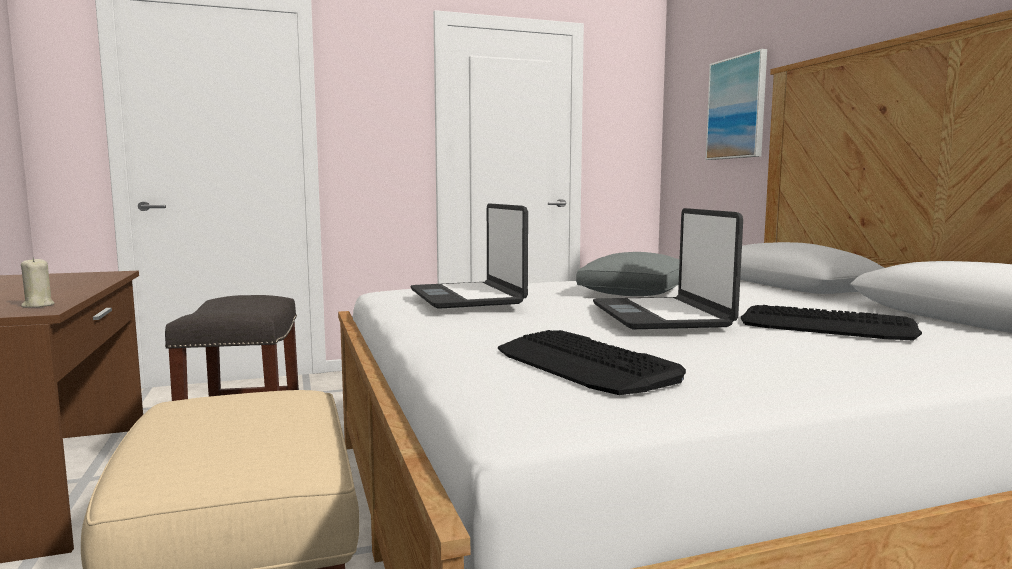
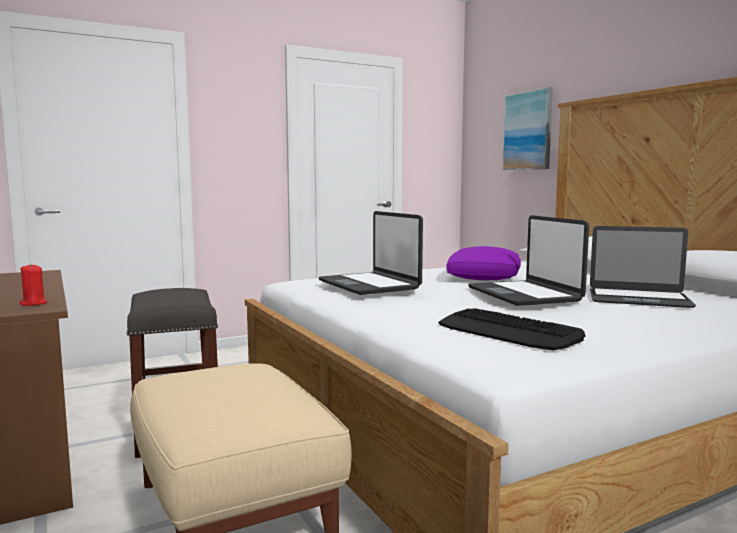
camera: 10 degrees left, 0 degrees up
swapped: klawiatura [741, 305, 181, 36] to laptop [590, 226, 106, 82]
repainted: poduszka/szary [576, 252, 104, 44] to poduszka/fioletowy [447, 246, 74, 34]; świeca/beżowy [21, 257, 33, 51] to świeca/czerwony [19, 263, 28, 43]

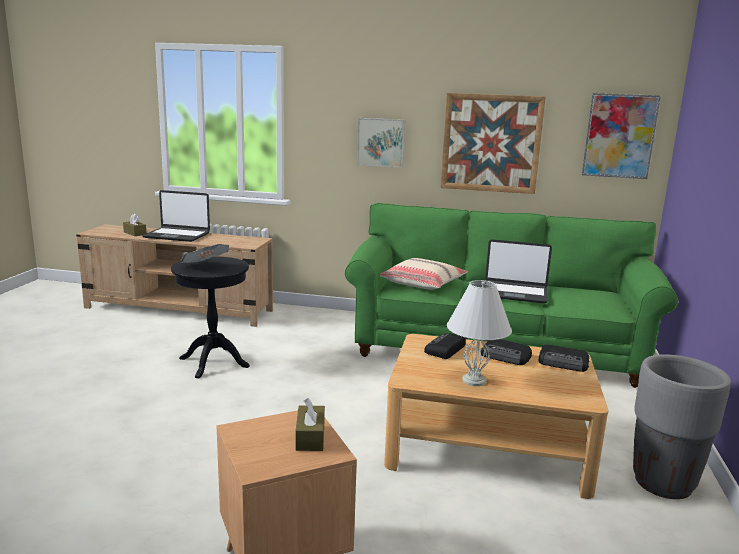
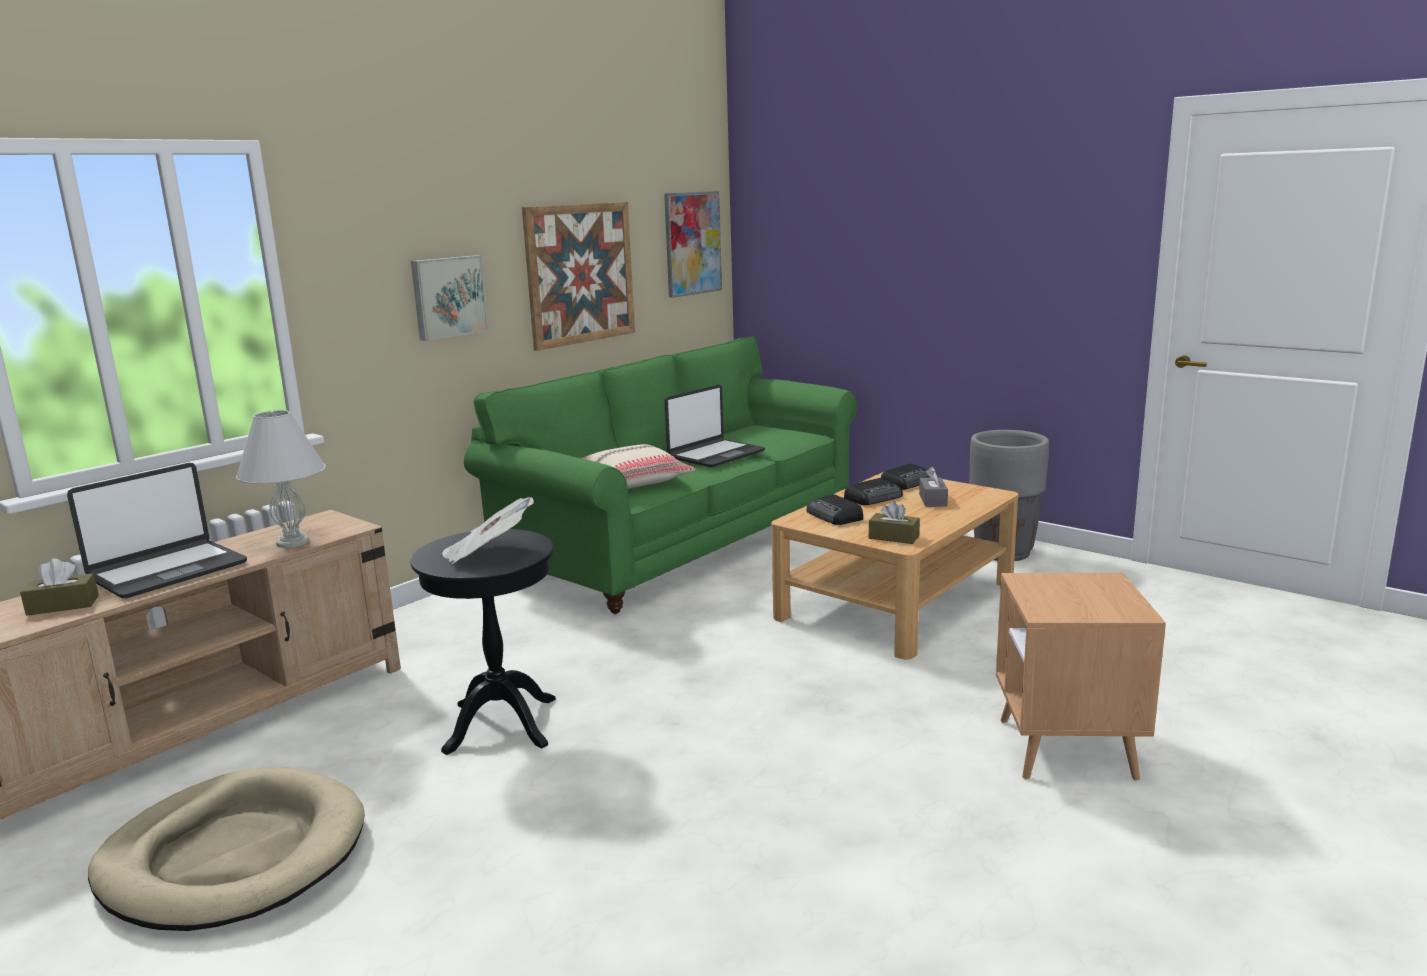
camera: 60 degrees left, 0 degrees up
new: pudełko chusteczek/szary [919, 467, 29, 40]; legowisko/beżowy [88, 767, 277, 164]
shifted: lampa stołowa/biały [447, 280, 65, 106] to [236, 410, 90, 138]; pudełko chusteczek/brązowy [295, 398, 30, 53] to [869, 501, 51, 43]

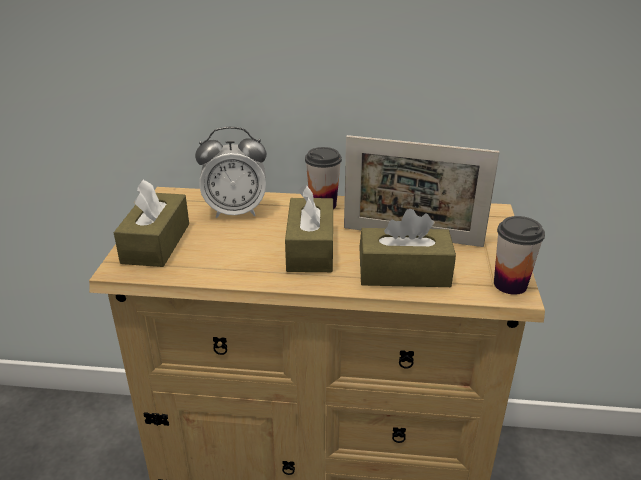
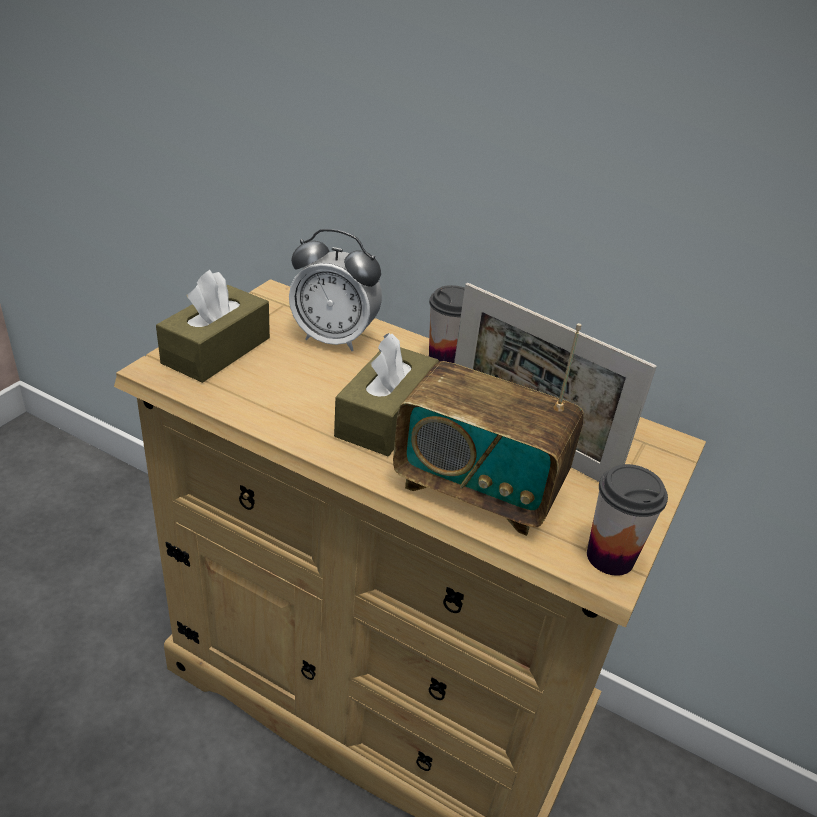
camera: 20 degrees right, 5 degrees up
swapped: pudełko chusteczek/brązowy [359, 209, 97, 78] to radio [393, 323, 191, 213]

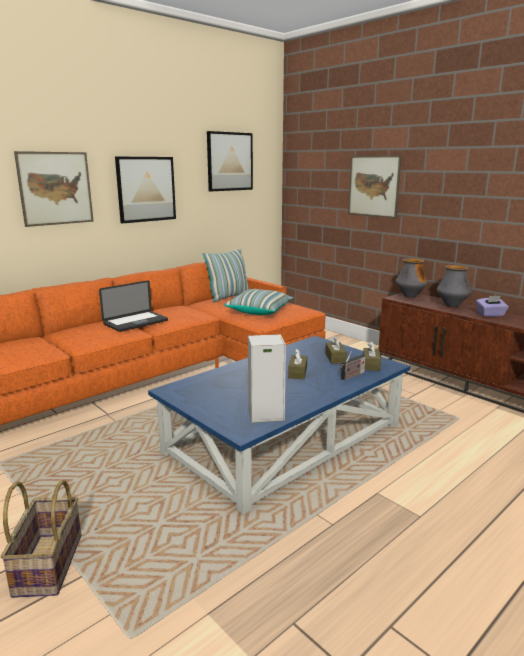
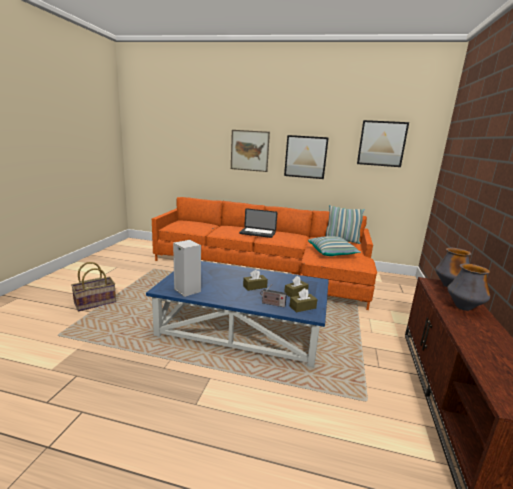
camera: 55 degrees right, 0 degrees up
gone: obraz [348, 155, 54, 63]; pudełko chusteczek/fioletowy [476, 296, 33, 21]

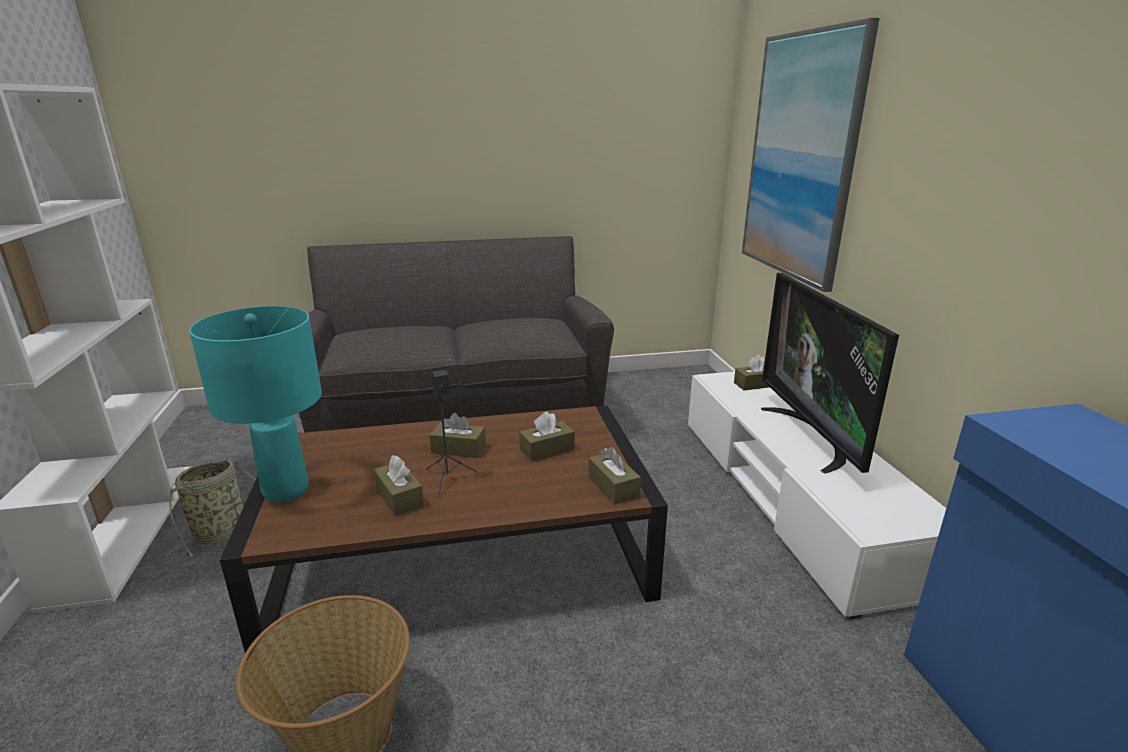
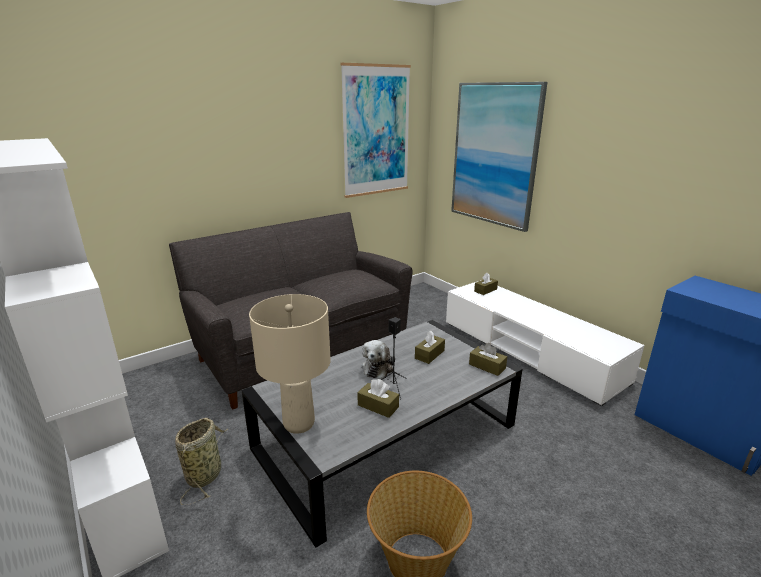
camera: 25 degrees left, 0 degrees up
gone: telewizor [761, 273, 138, 201]
new: obraz [340, 63, 71, 135]
swapped: pudełko chusteczek/brązowy [429, 413, 57, 45] to pluszak [361, 340, 34, 39]
repainted: lampa stołowa/turkusowy [189, 306, 133, 197] to lampa stołowa/beżowy [249, 294, 82, 140]; ława/brązowy [220, 406, 448, 254] to ława/szary [241, 320, 281, 228]

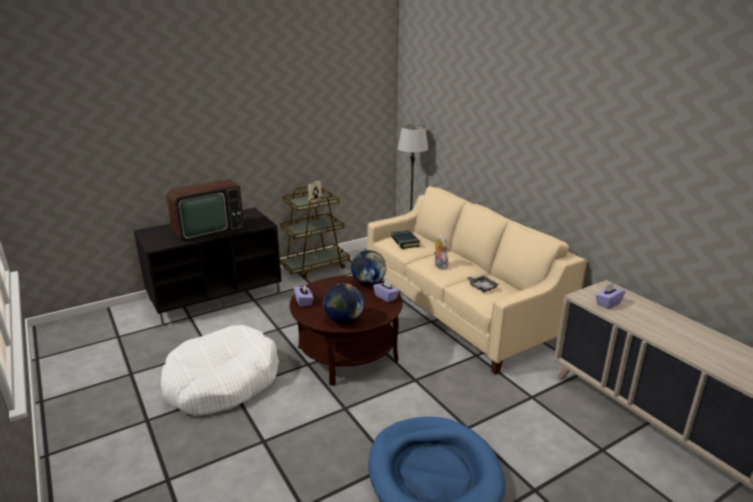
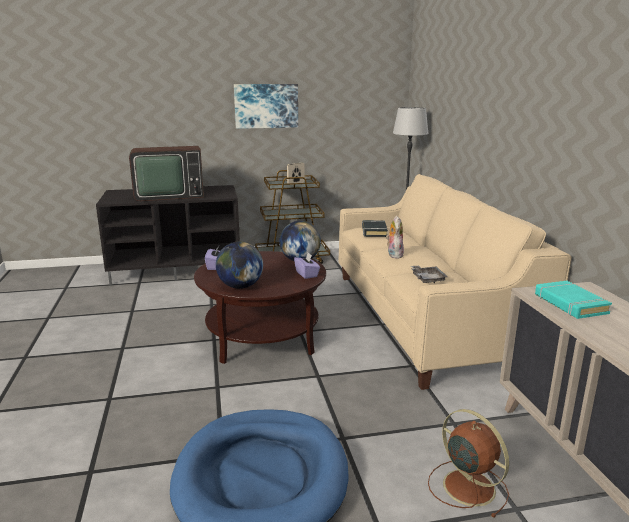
camera: 20 degrees right, 5 degrees down
gone: legowisko/biały [161, 325, 118, 91]
new: obraz [234, 84, 64, 45]; wentylator/brązowy [428, 409, 81, 109]
swapped: pudełko chusteczek/fioletowy [595, 283, 30, 26] to książka/turkusowy [535, 281, 77, 38]

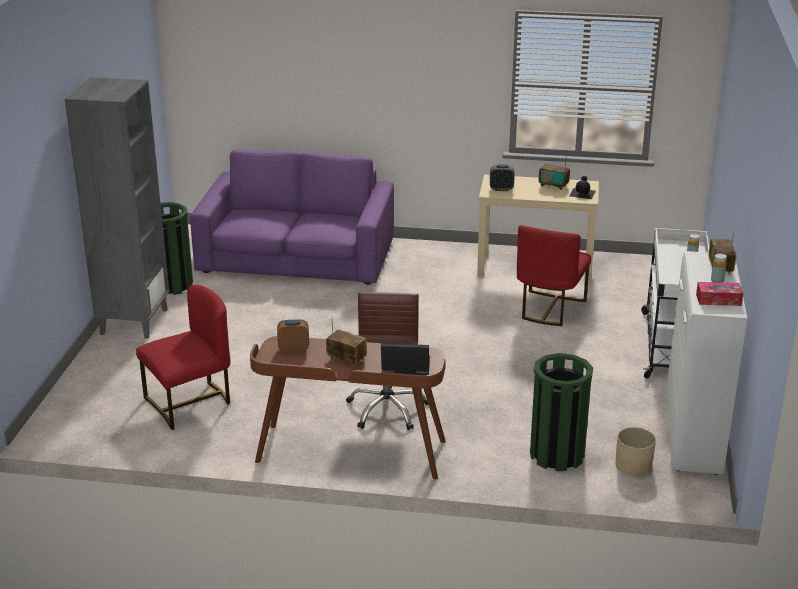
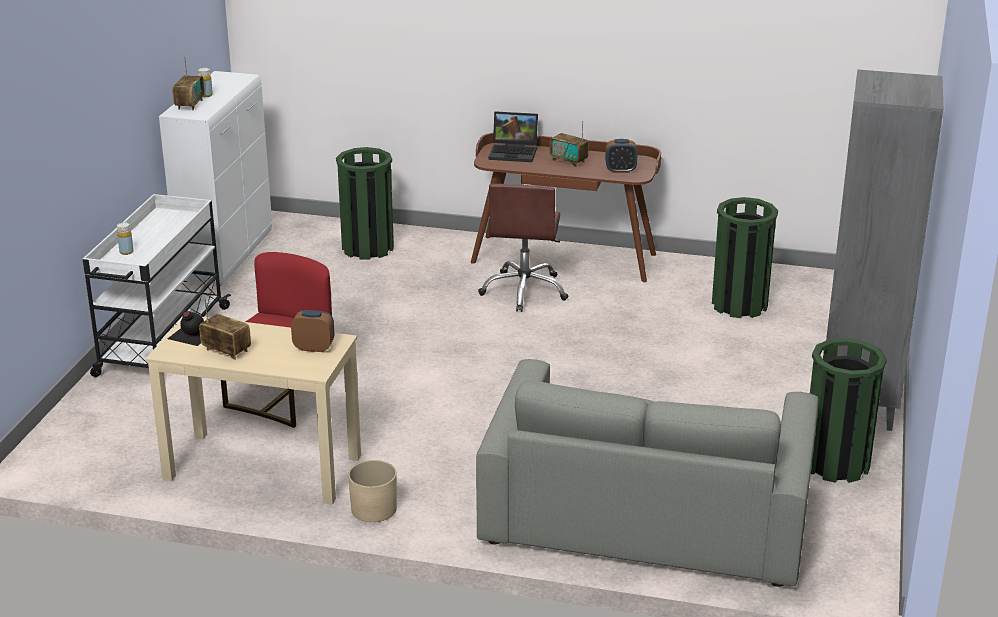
camera: 175 degrees left, 0 degrees up
gone: pudełko chusteczek [696, 282, 47, 24]
shifted: donica/beżowy [615, 427, 41, 49] to [348, 460, 49, 62]
swapped: krzesło/czerwony [136, 285, 94, 145] to kosz na śmieci/zielony [712, 197, 66, 121]
repainted: kanapa/fioletowy [190, 150, 204, 135] to kanapa/szary [476, 359, 343, 228]

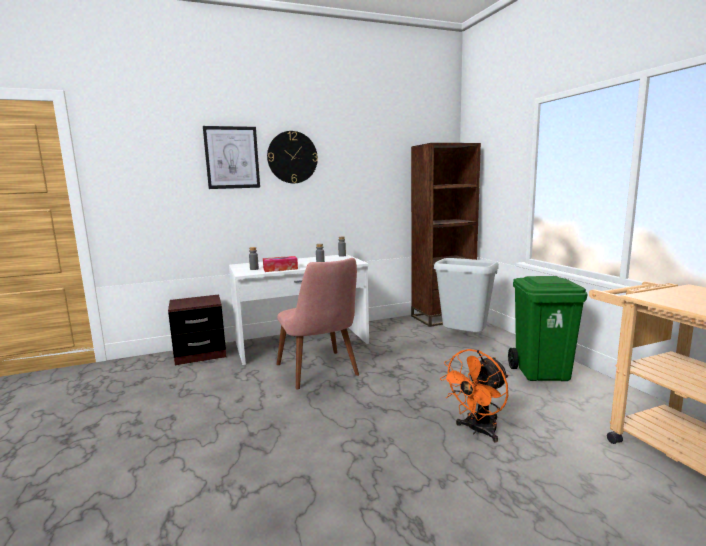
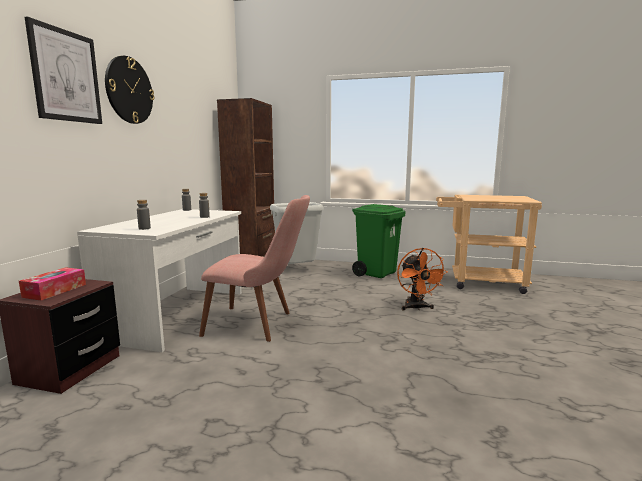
camera: 55 degrees left, 0 degrees up
shifted: pudełko chusteczek [263, 256, 35, 16] to [19, 267, 67, 33]

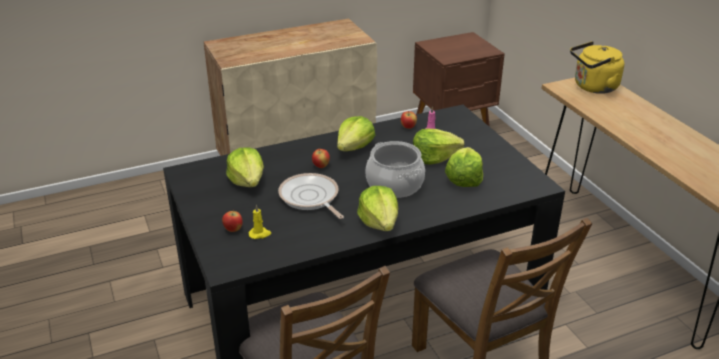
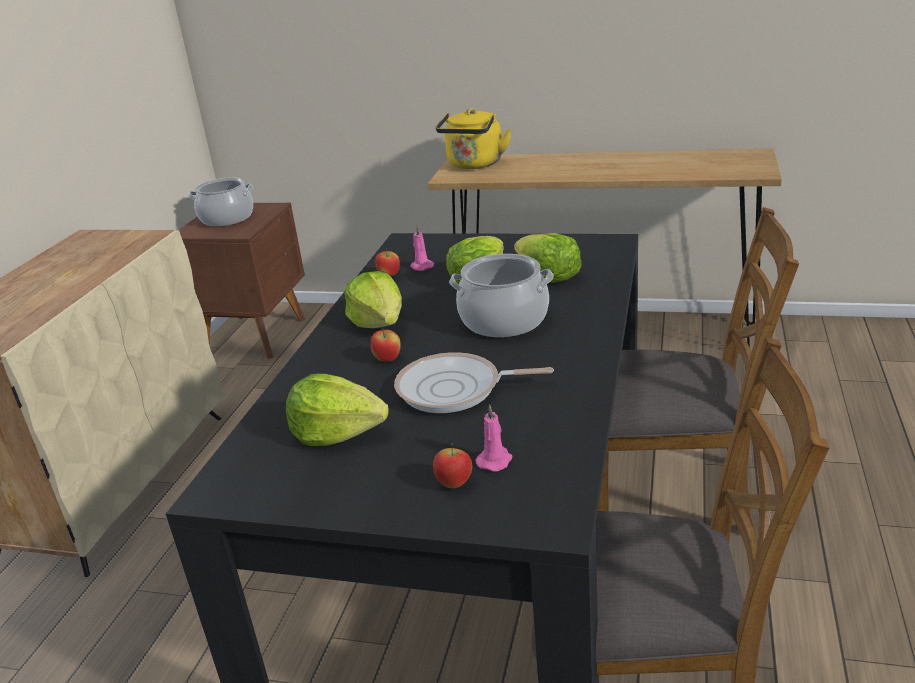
camera: 50 degrees left, 5 degrees down
gone: sałata [357, 186, 42, 45]
new: garnek [188, 177, 65, 49]
repainted: świeca/żółty [249, 204, 22, 35] to świeca/różowy [476, 405, 36, 67]

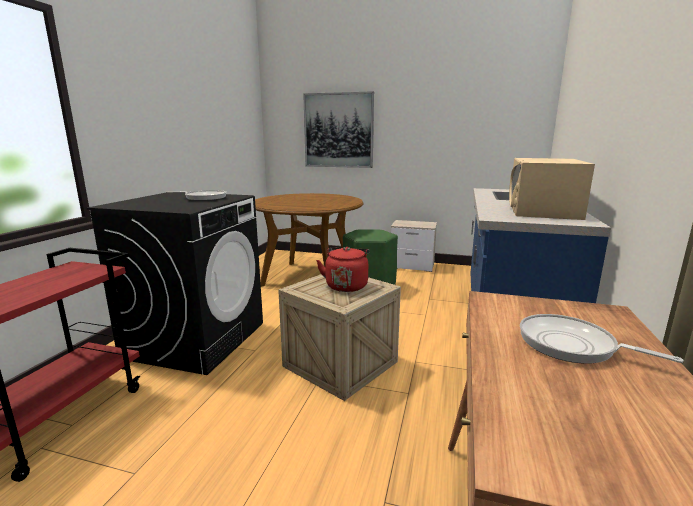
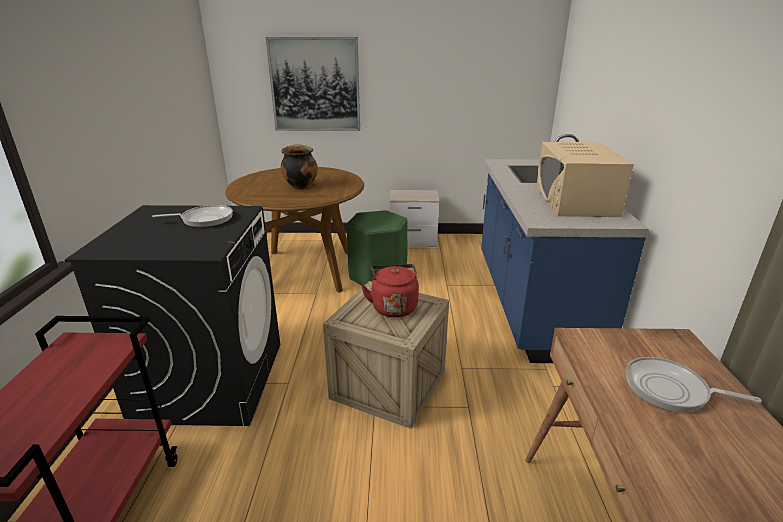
camera: 15 degrees left, 10 degrees up
new: garnek [281, 144, 37, 46]

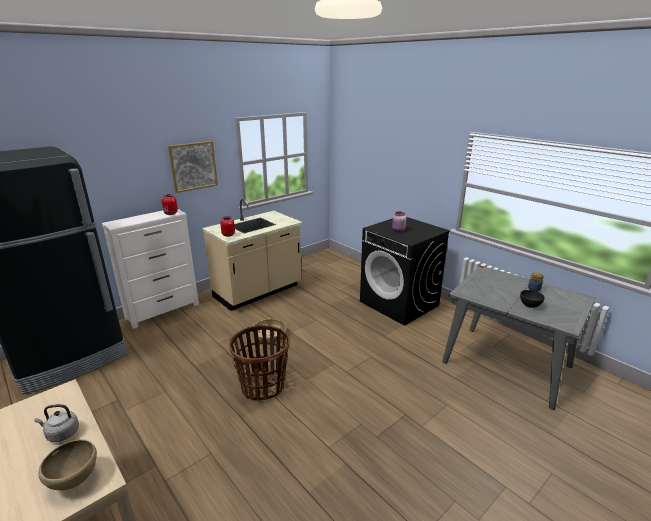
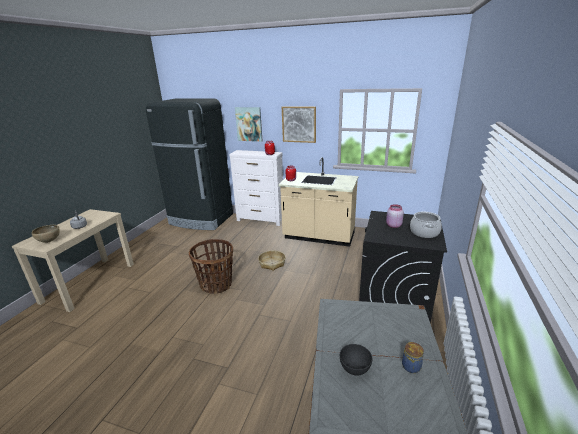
camera: 60 degrees right, 0 degrees up
new: obraz [235, 107, 27, 35]; garnek [410, 212, 32, 26]

